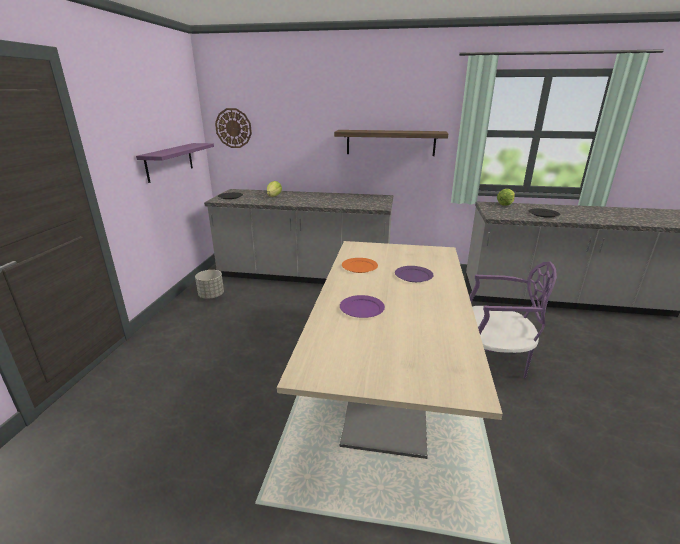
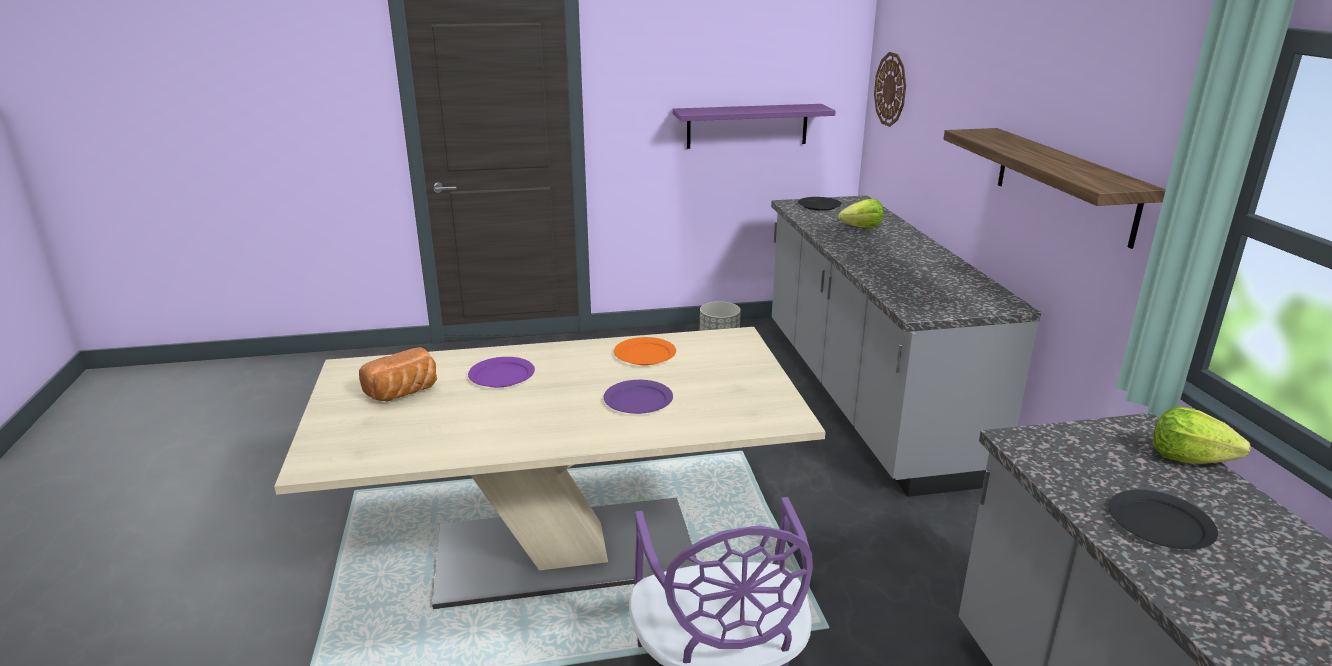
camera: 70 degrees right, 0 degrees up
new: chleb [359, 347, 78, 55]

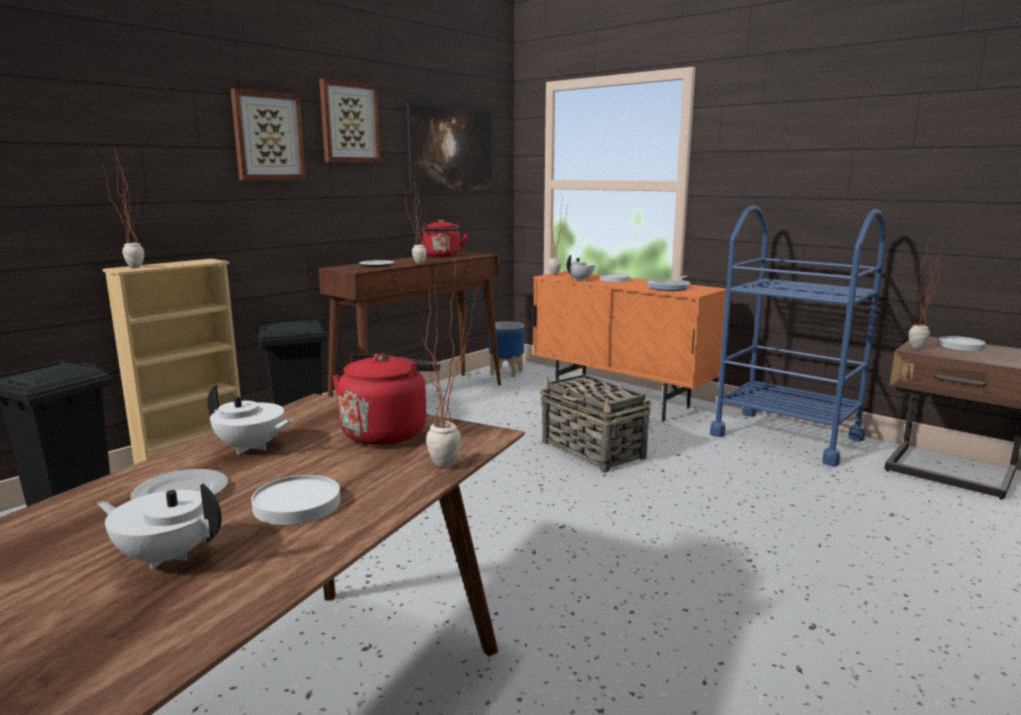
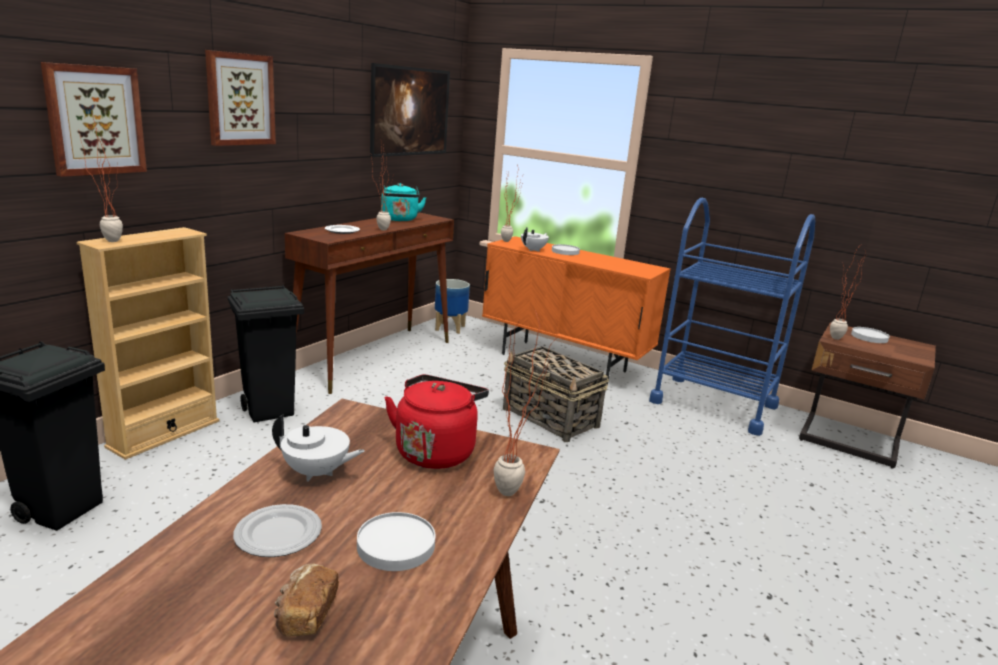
camera: 10 degrees left, 5 degrees up
gone: patelnia [647, 276, 43, 15]
shifted: obraz [319, 78, 62, 85] to [41, 62, 106, 115]
swapped: imbryk/biały [97, 484, 125, 85] to chleb [274, 564, 65, 73]
repainted: czajnik/czerwony [422, 219, 46, 38] to czajnik/turkusowy [381, 183, 46, 38]

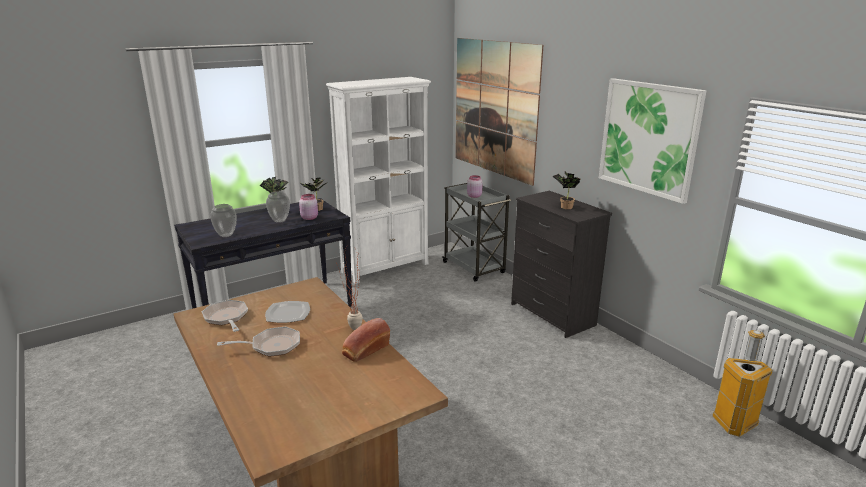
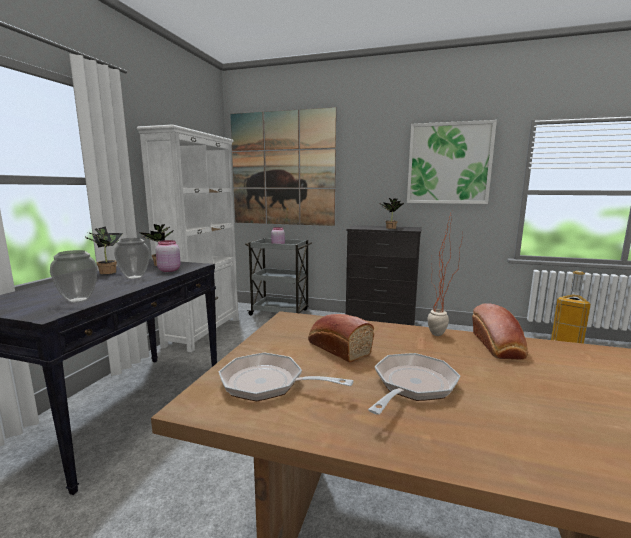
camera: 40 degrees left, 10 degrees down
swapped: talerz [265, 301, 45, 22] to chleb [308, 314, 66, 49]

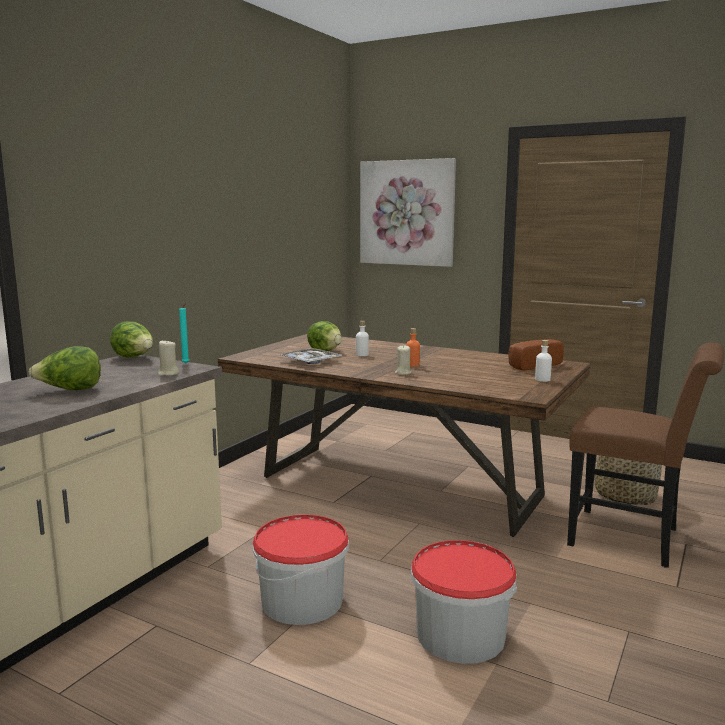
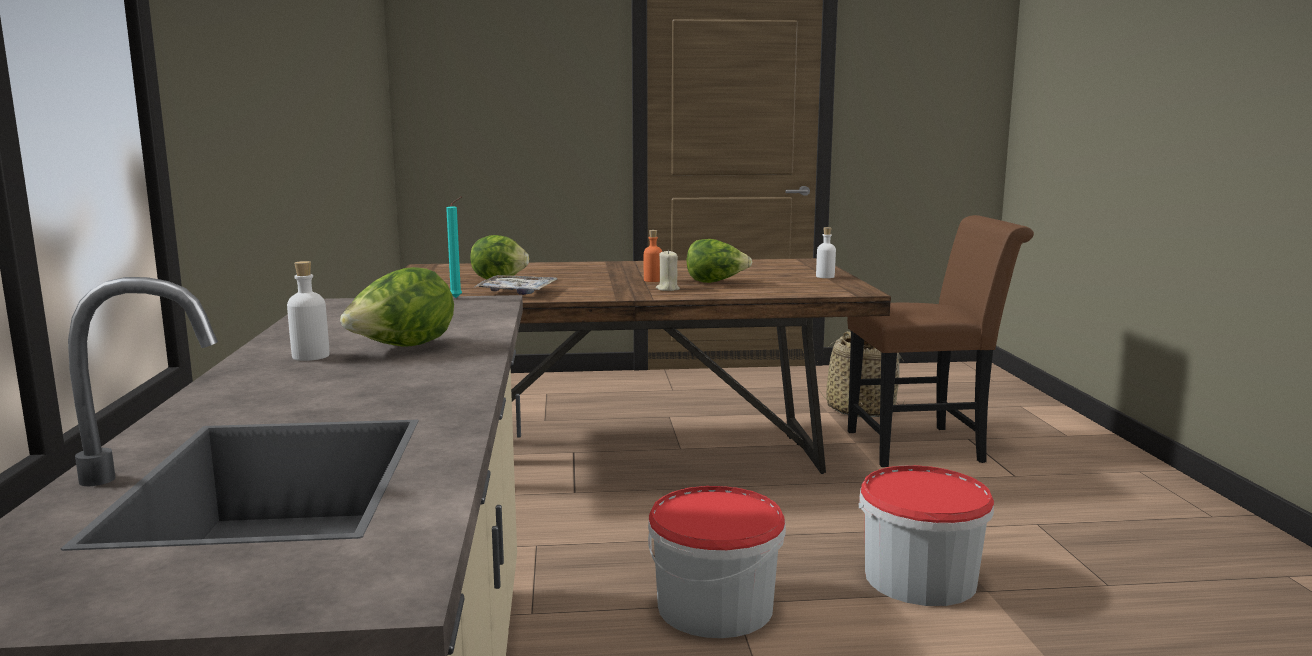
camera: 35 degrees left, 0 degrees up
gone: obraz [360, 158, 96, 109]; świeca/beżowy [158, 339, 21, 37]; chleb [508, 339, 56, 31]
shifted: sałata [110, 321, 43, 37] to [686, 239, 66, 44]; butelka/biały [356, 321, 13, 35] to [287, 261, 43, 100]

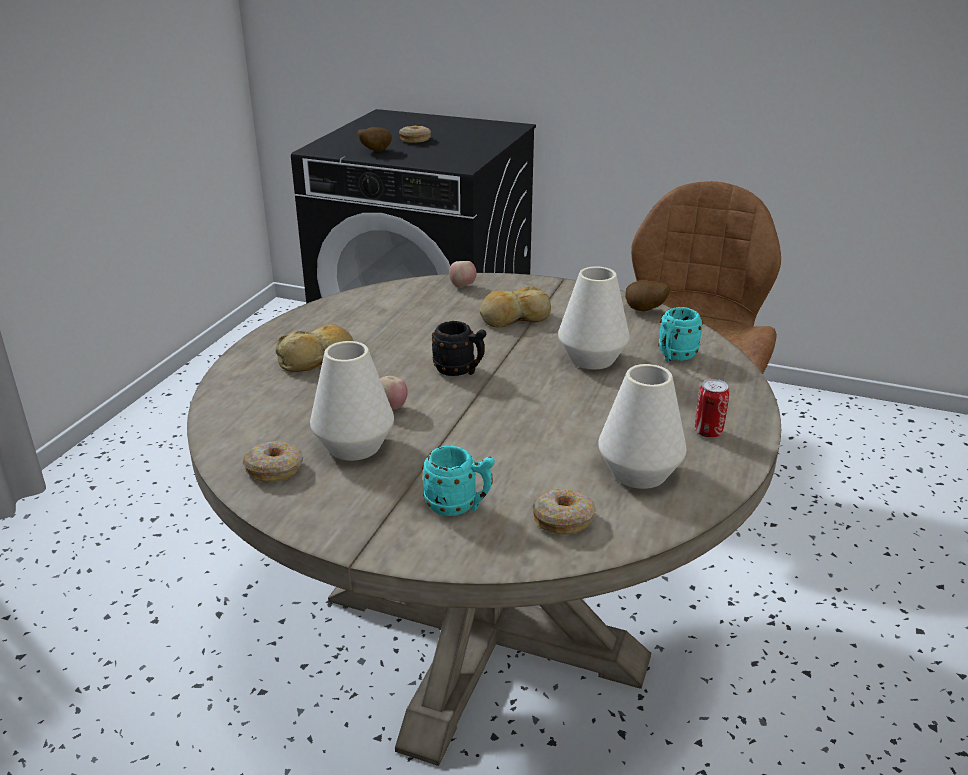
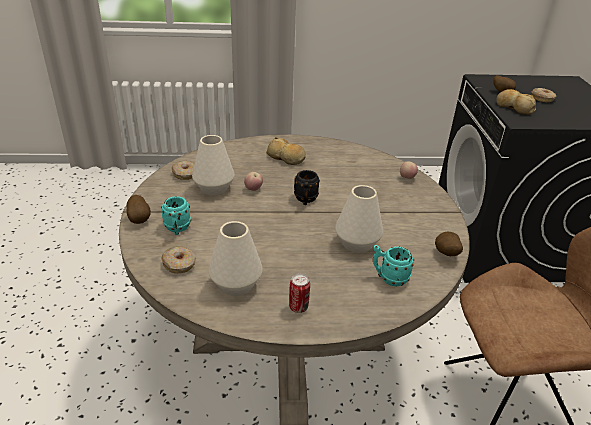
camera: 65 degrees right, 5 degrees up
new: ziemniak [126, 195, 25, 29]
shifted: chleb [479, 286, 72, 42] to [497, 89, 39, 26]

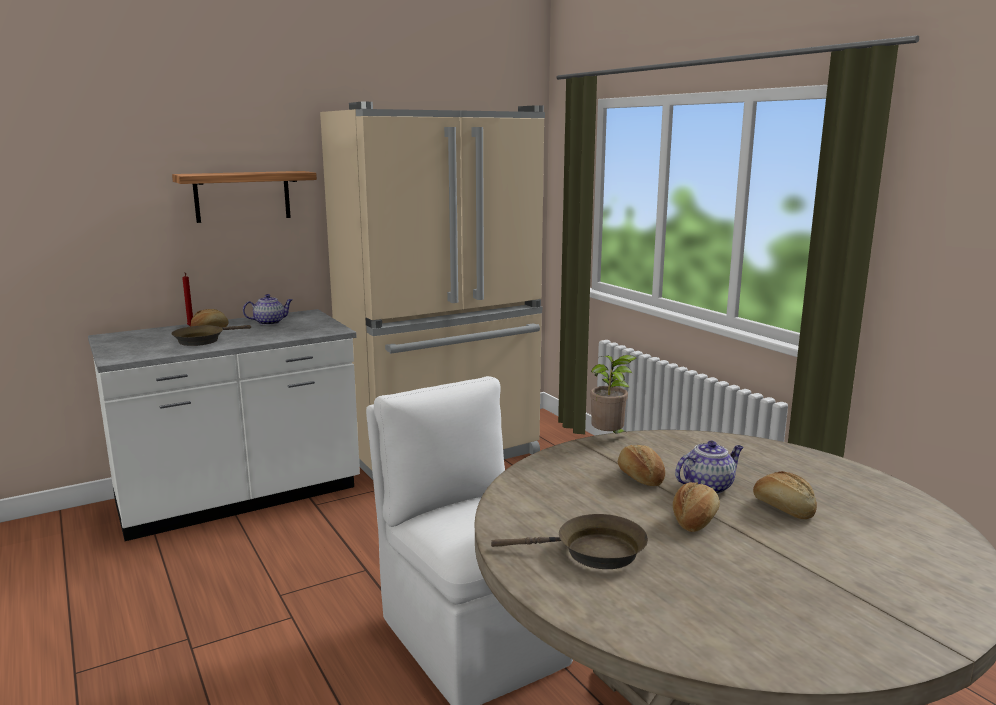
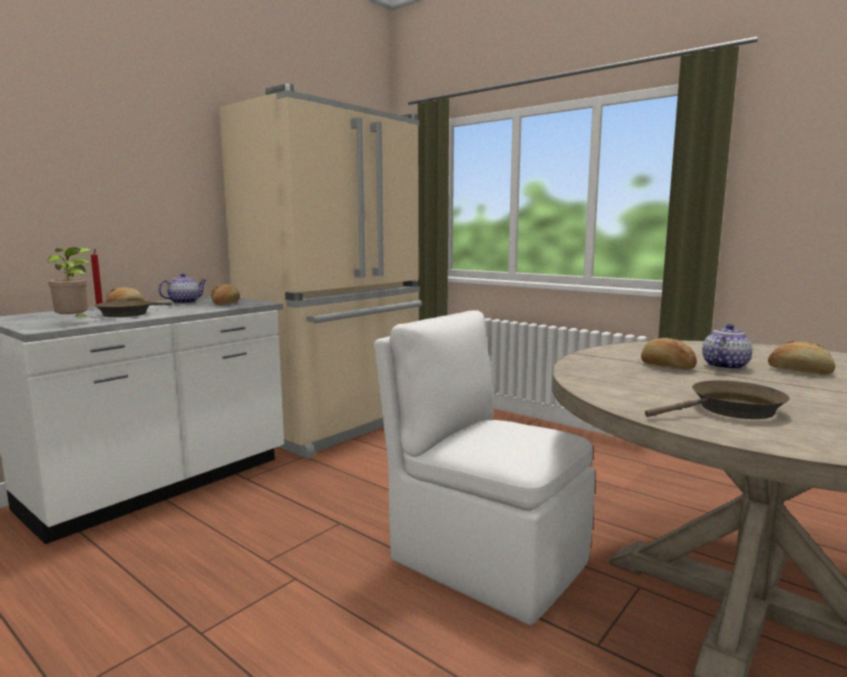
camera: 20 degrees left, 5 degrees down
gone: półka [172, 171, 145, 52]
shifted: roślina doniczkowa [590, 355, 46, 80] to [47, 247, 47, 72]; chleb [673, 482, 47, 50] to [211, 284, 29, 21]

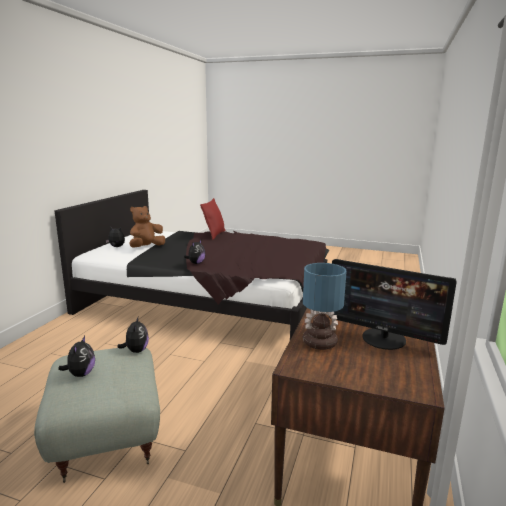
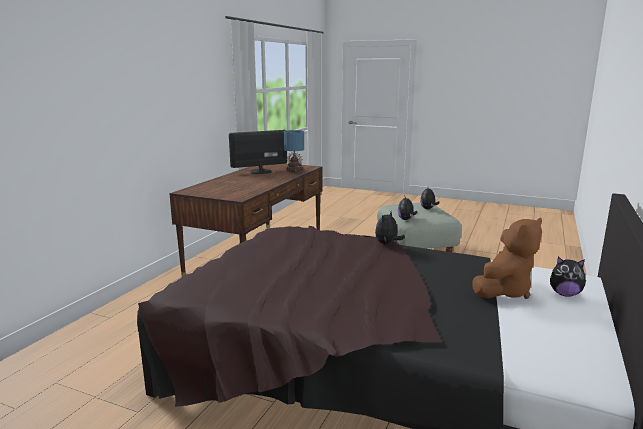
camera: 175 degrees left, 0 degrees up
gone: poduszka/czerwony [200, 198, 26, 42]
rotated: monitor [329, 259, 128, 91] = [229, 130, 58, 44] 60 degrees counterclockwise

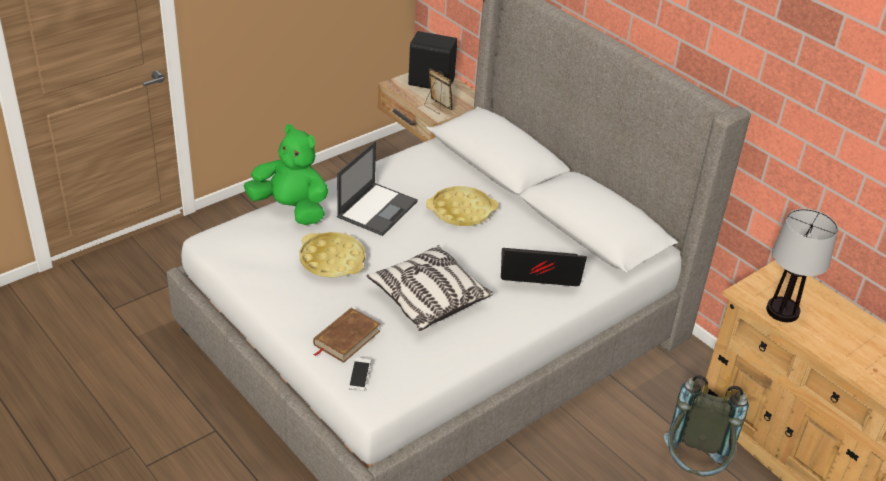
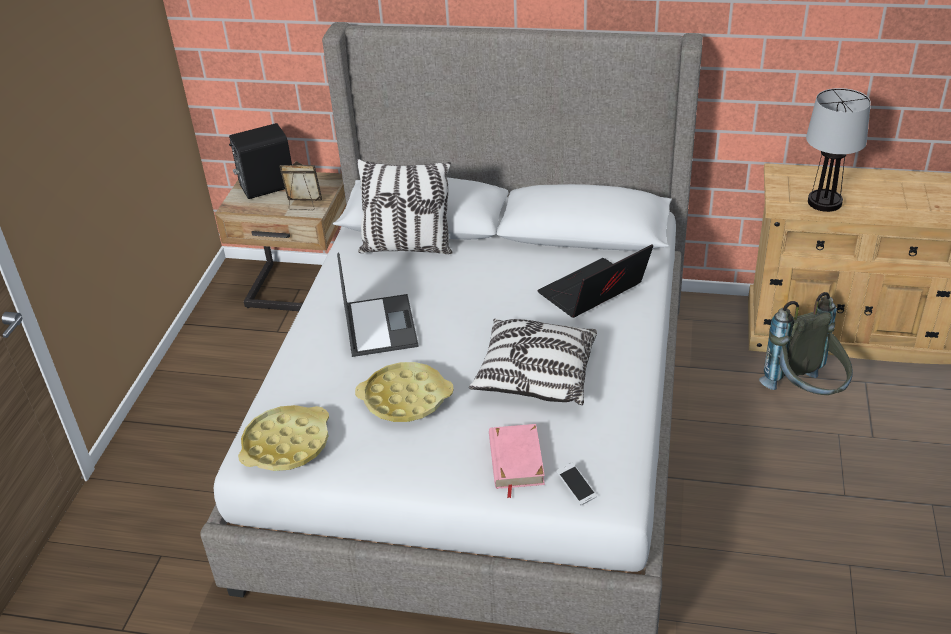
camera: 35 degrees left, 0 degrees up
gone: pluszak/zielony [244, 124, 84, 101]
new: poduszka [357, 159, 96, 95]
shifted: taca/żółty [426, 186, 73, 40] to [238, 405, 91, 66]
repainted: książka/brązowy [313, 308, 67, 55] to książka/różowy [489, 424, 56, 74]

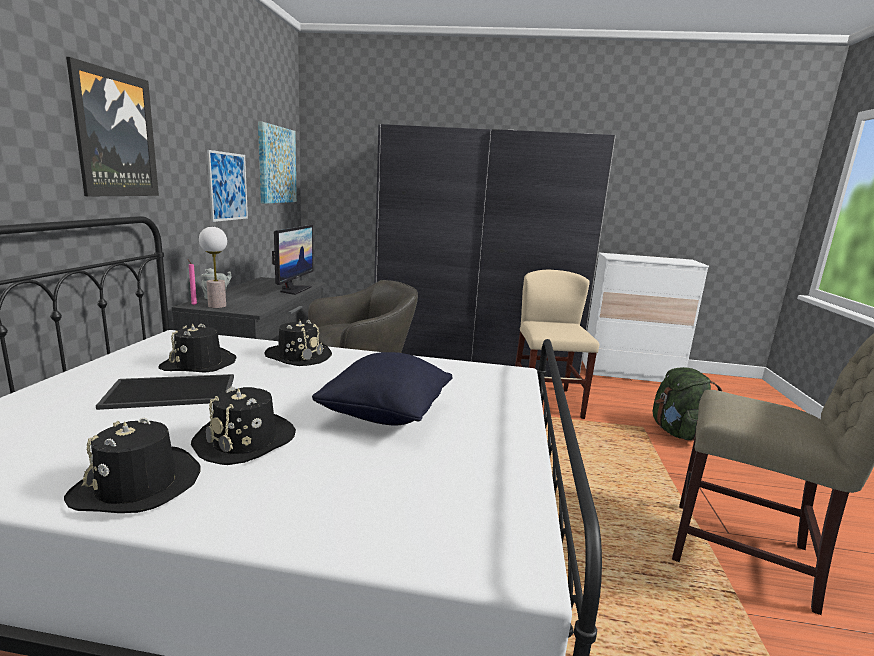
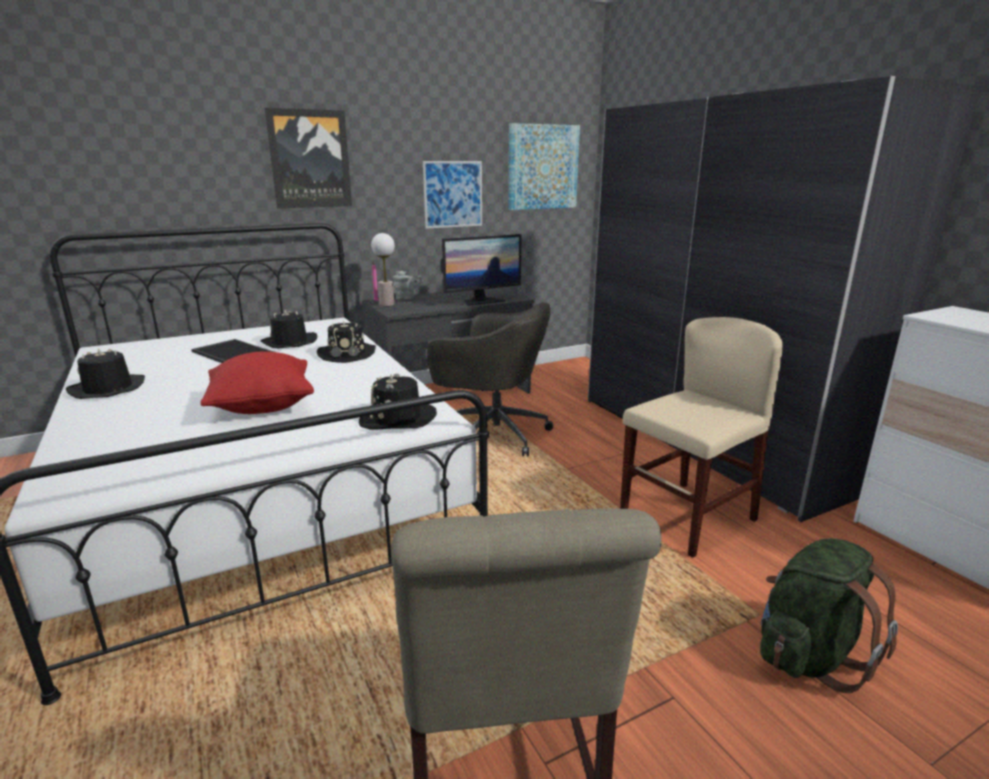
camera: 55 degrees right, 5 degrees up
shifted: kapelusz/czarny [191, 387, 105, 78] to [359, 373, 78, 56]
repainted: poduszka/czarny [312, 352, 141, 73] to poduszka/czerwony [201, 351, 113, 63]

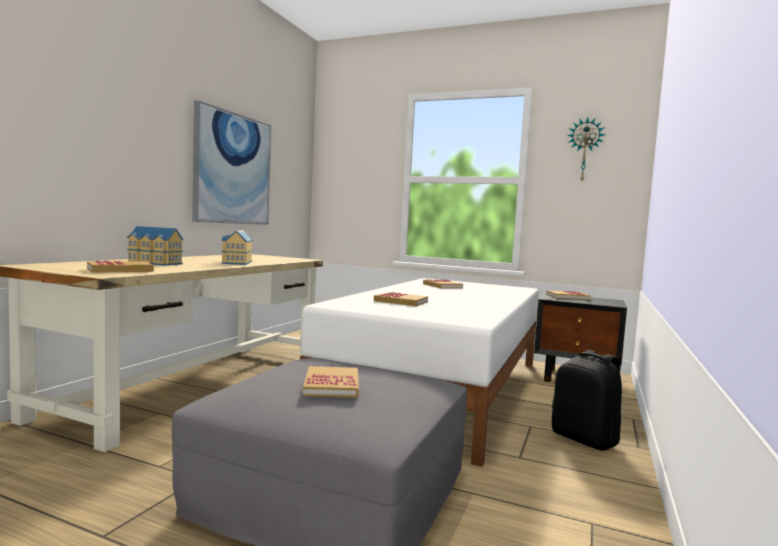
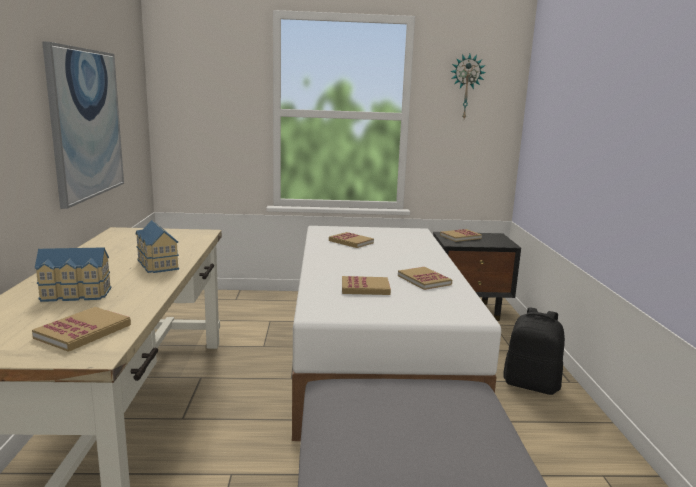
camera: 25 degrees left, 10 degrees up
shifted: książka [303, 366, 56, 32] to [398, 267, 54, 23]

